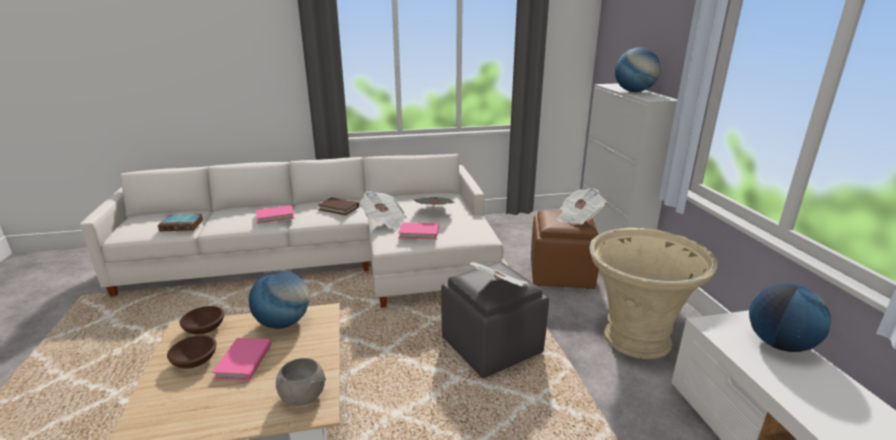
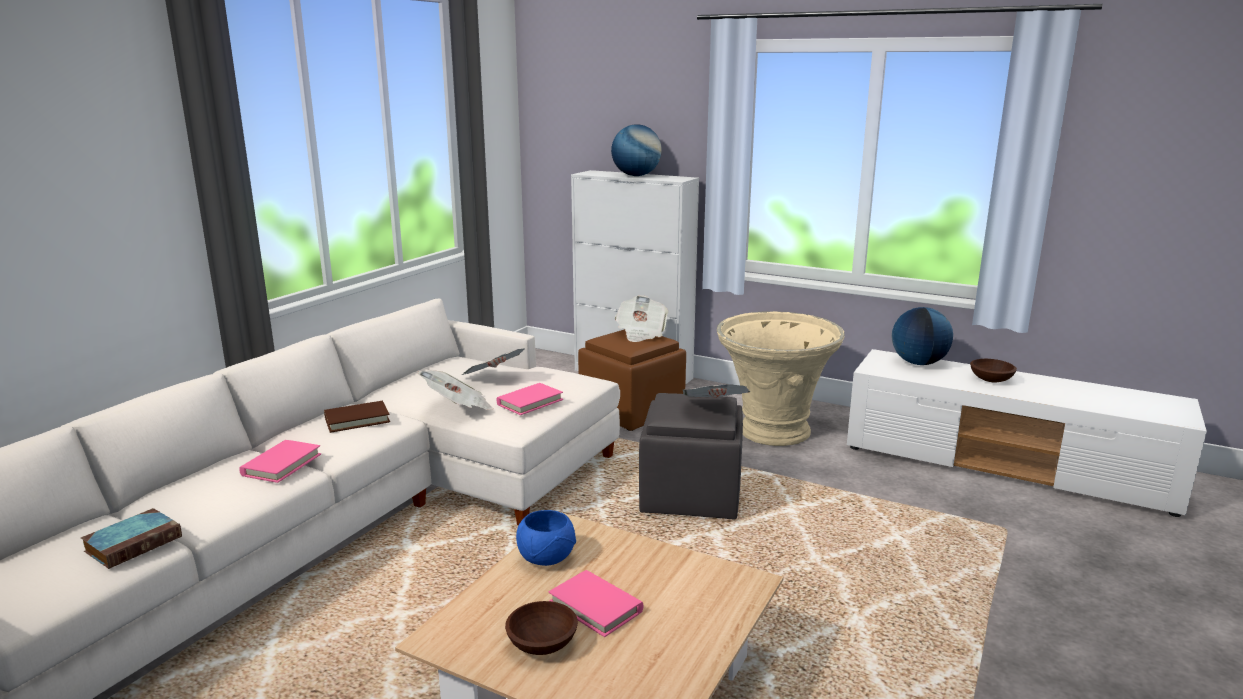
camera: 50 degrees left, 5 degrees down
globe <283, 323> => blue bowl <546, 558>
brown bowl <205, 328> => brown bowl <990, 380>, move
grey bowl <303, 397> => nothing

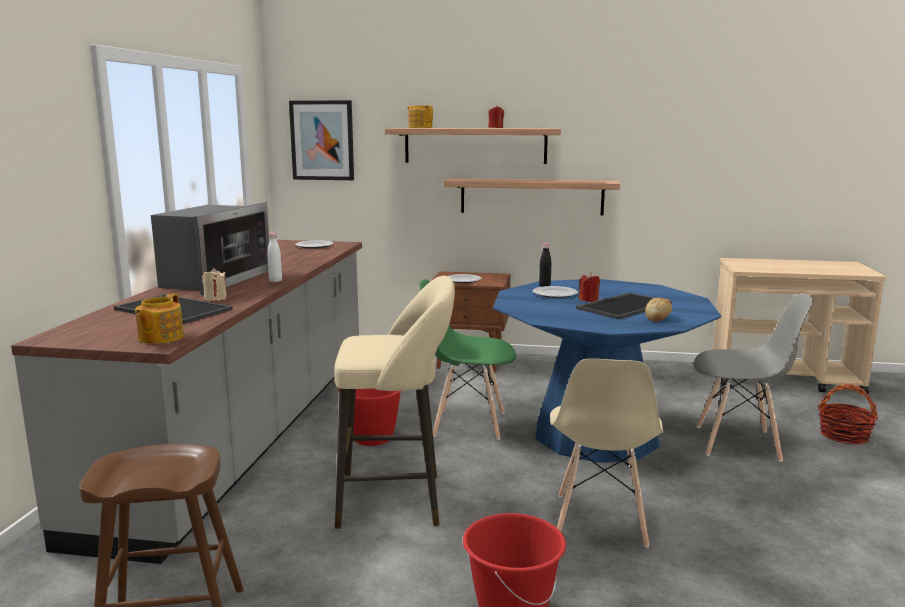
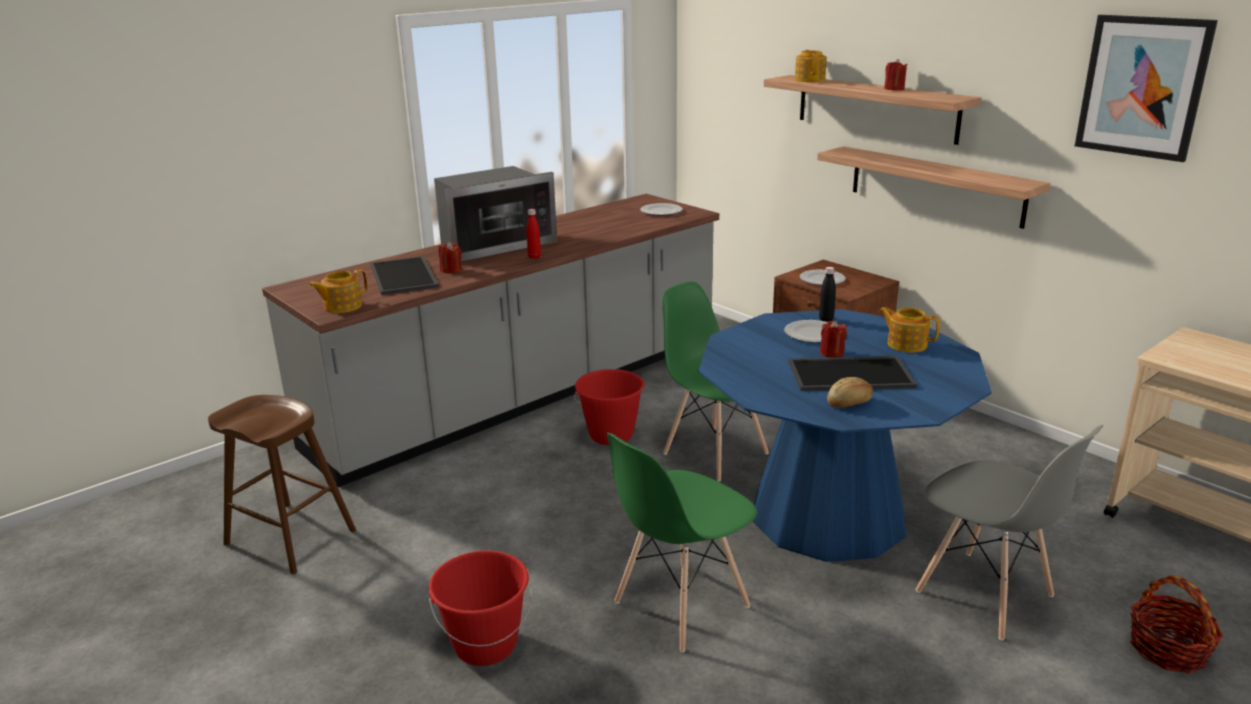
camera: 40 degrees right, 10 degrees up
beige candle <215, 299> => red candle <451, 270>
white bottle <275, 281> => red bottle <534, 257>
beige chair <600, 520> => green chair <681, 605>
nothing => teapot <906, 344>
picture <322, 140> => picture <1142, 87>, move
beige stool <397, 500> => nothing

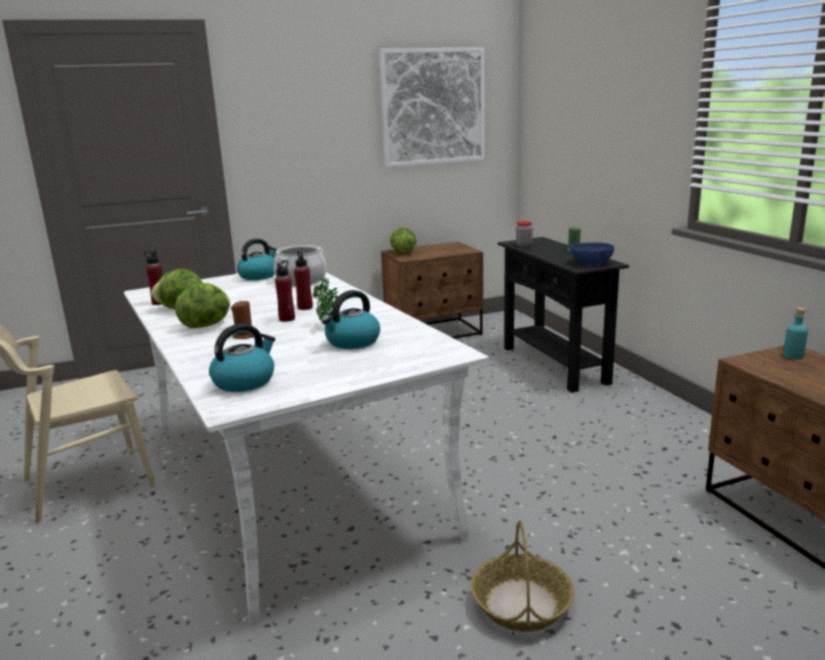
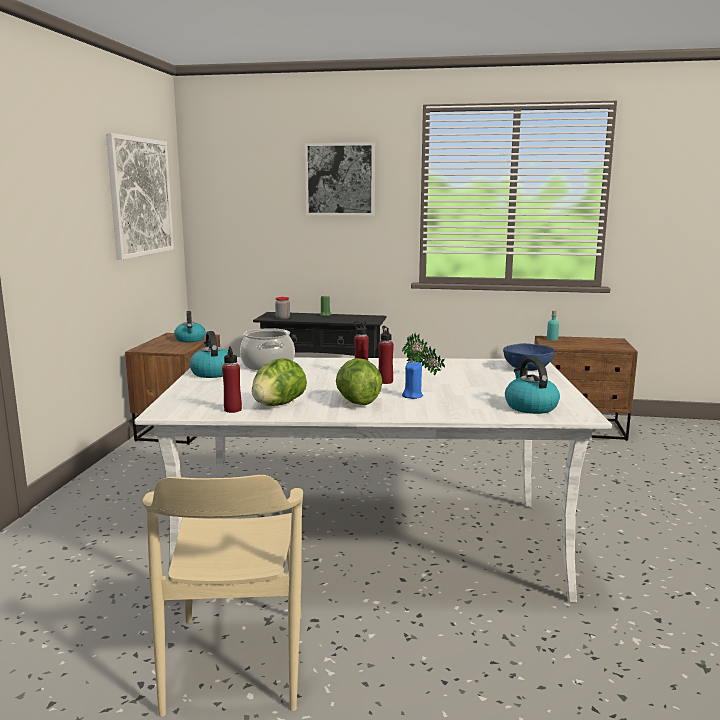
camera: 60 degrees left, 5 degrees down
kettle <352, 342> => kettle <190, 340>, move
nothing => picture <340, 179>
brown candle <245, 336> => blue candle <412, 396>
blue bowl <591, 263> => blue bowl <528, 368>, move
lettuce <402, 253> => nothing
basket <522, 604> => nothing

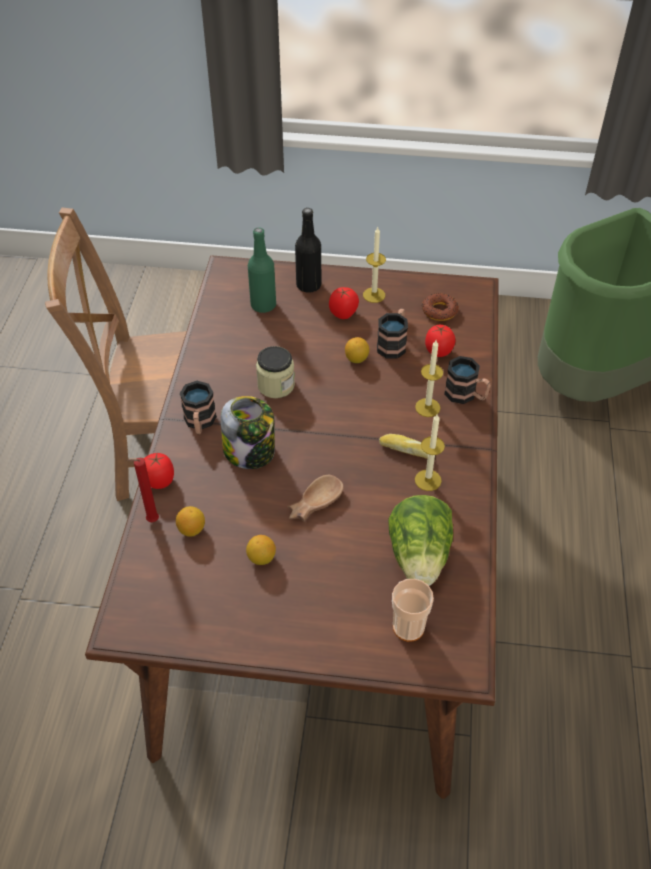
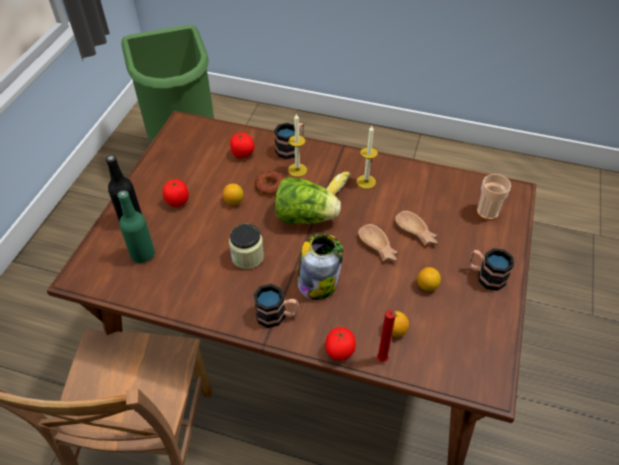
camera: 80 degrees left, 0 degrees up
donut <439, 310> => donut <270, 185>, move
lettuce <419, 557> => lettuce <305, 217>, move
nothing => brown bowl <415, 233>
mug <393, 343> => mug <485, 276>, move
candle <374, 295> => nothing

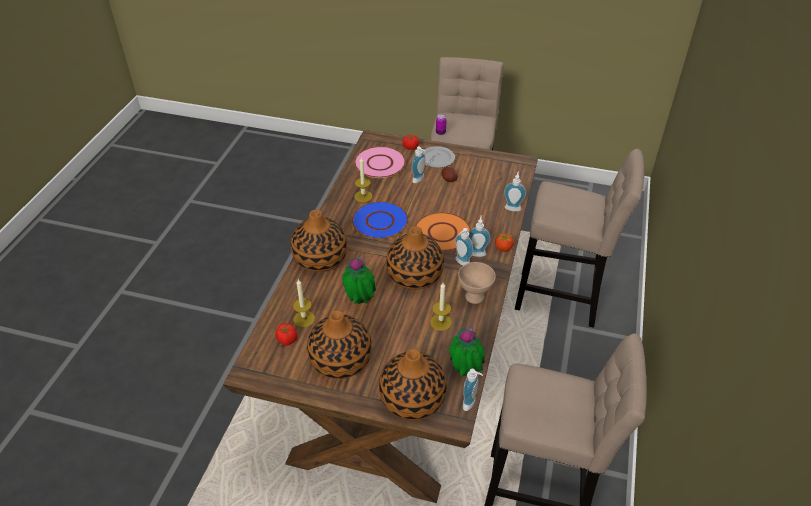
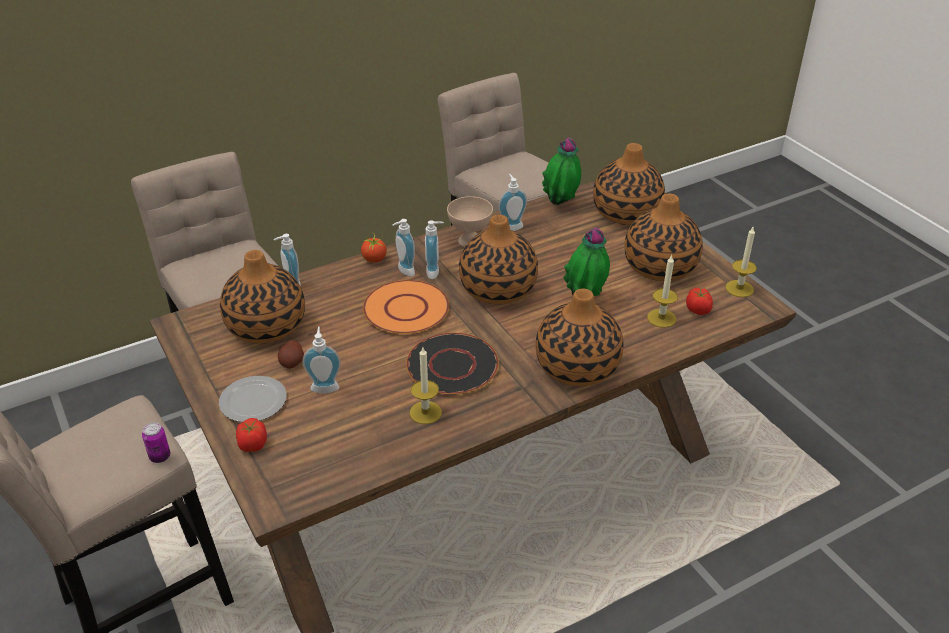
camera: 135 degrees left, 5 degrees down
nothing => vase <267, 326>
blue plate <380, 221> => black plate <452, 366>
soap dispenser <471, 403> => soap dispenser <511, 226>, move
candle <441, 322> => candle <739, 288>, move
pink plate <380, 163> => nothing

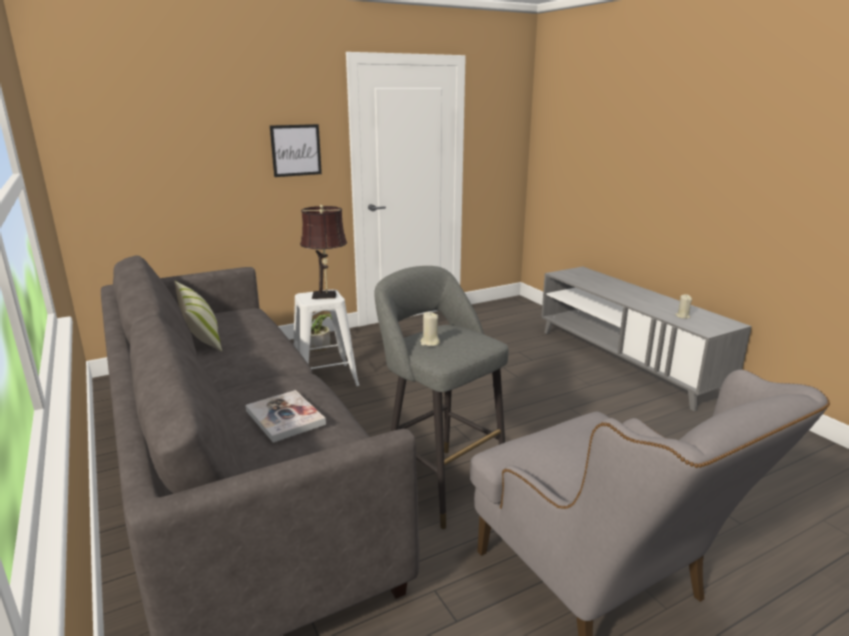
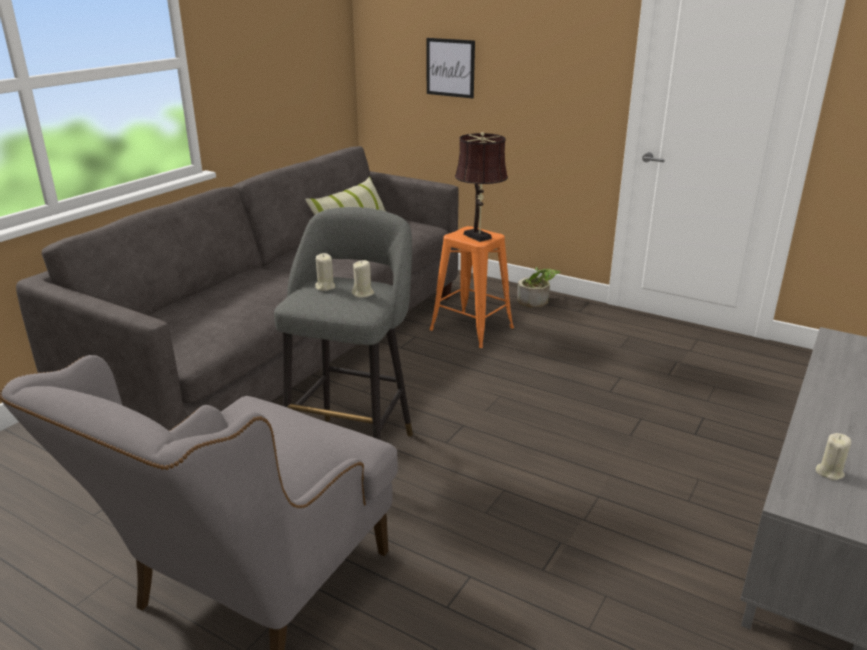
camera: 60 degrees right, 5 degrees up
nothing => beige candle <363, 294>
picture <296, 150> => picture <450, 67>, move
white stool <325, 379> => orange stool <471, 329>
book <285, 417> => nothing

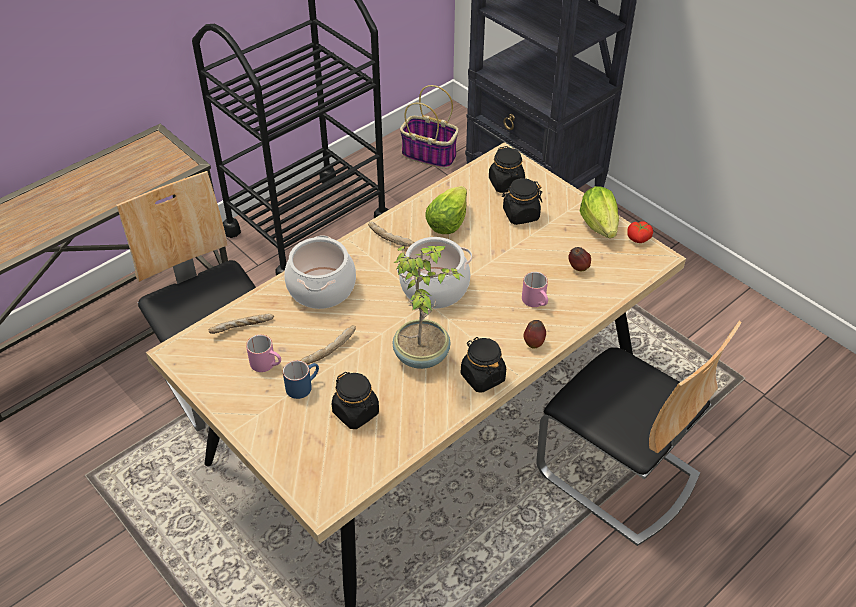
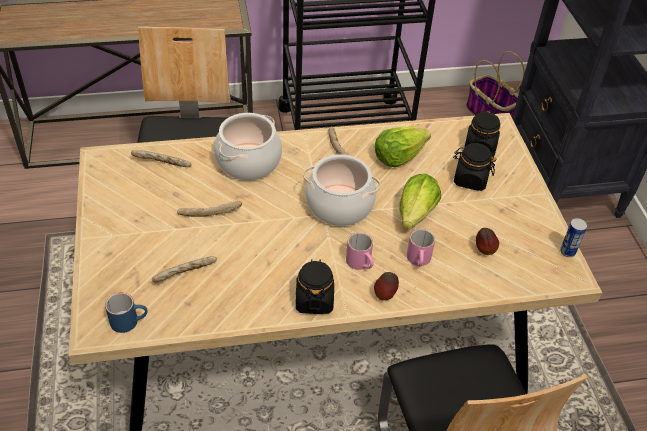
camera: 30 degrees right, 0 degrees up
blue mug <303, 385> => blue mug <129, 321>, move
black jar <356, 412> => bread <185, 274>
pink mug <267, 364> => pink mug <361, 263>, move
lettuce <599, 225> => lettuce <416, 214>, move
tomato <638, 238> => can <567, 252>
potted plant <422, 354> => nothing

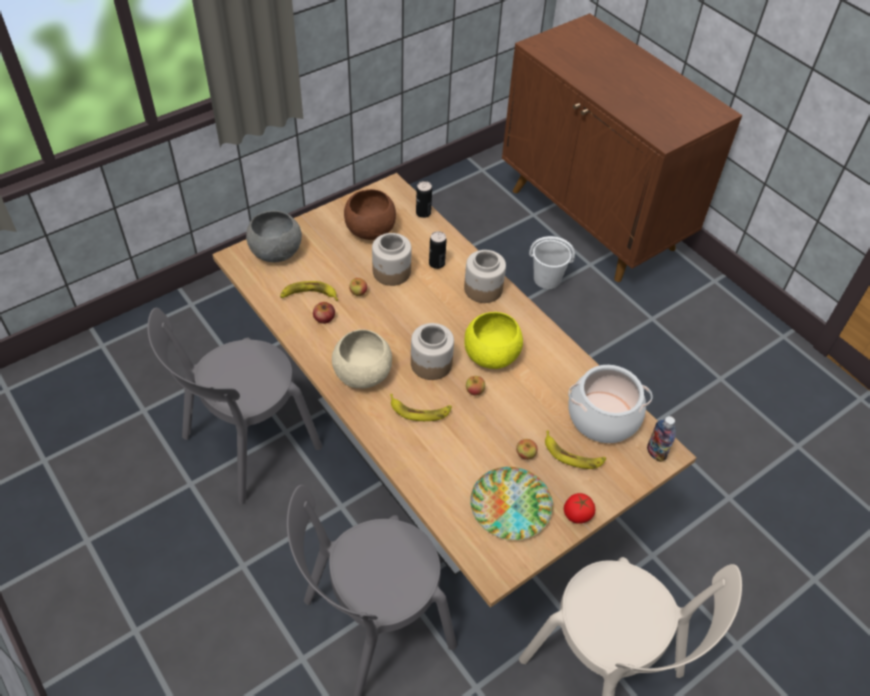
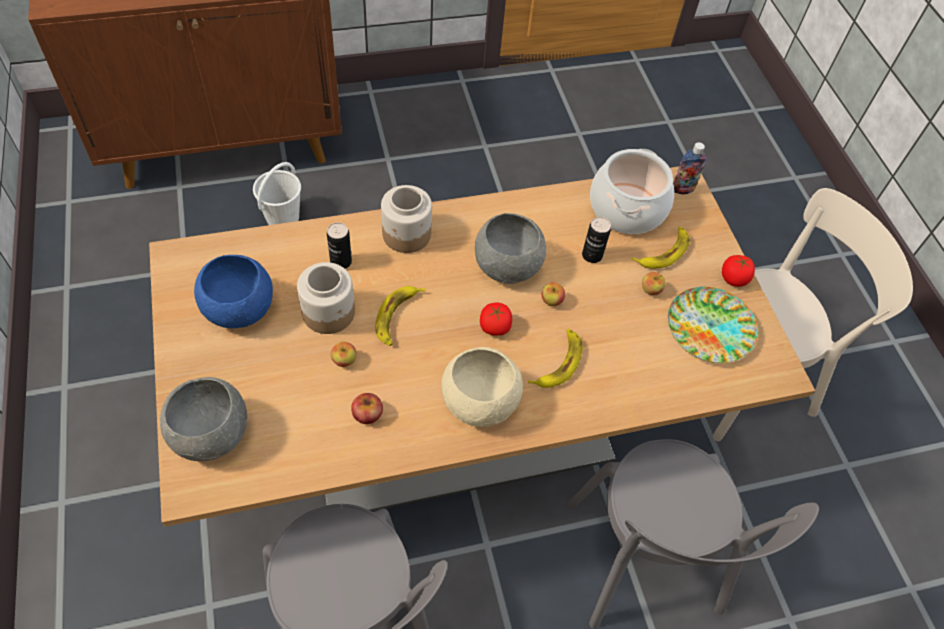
camera: 70 degrees left, 5 degrees up
brown bowl <371, 229> => blue bowl <239, 307>
banana <309, 295> => banana <397, 317>, move
yellow bowl <490, 355> => grey bowl <507, 266>
jar <430, 363> => tomato <494, 327>
can <423, 213> => can <592, 255>, move

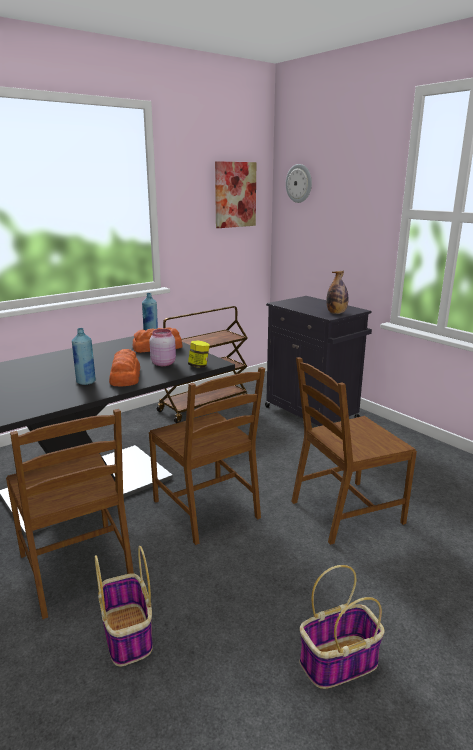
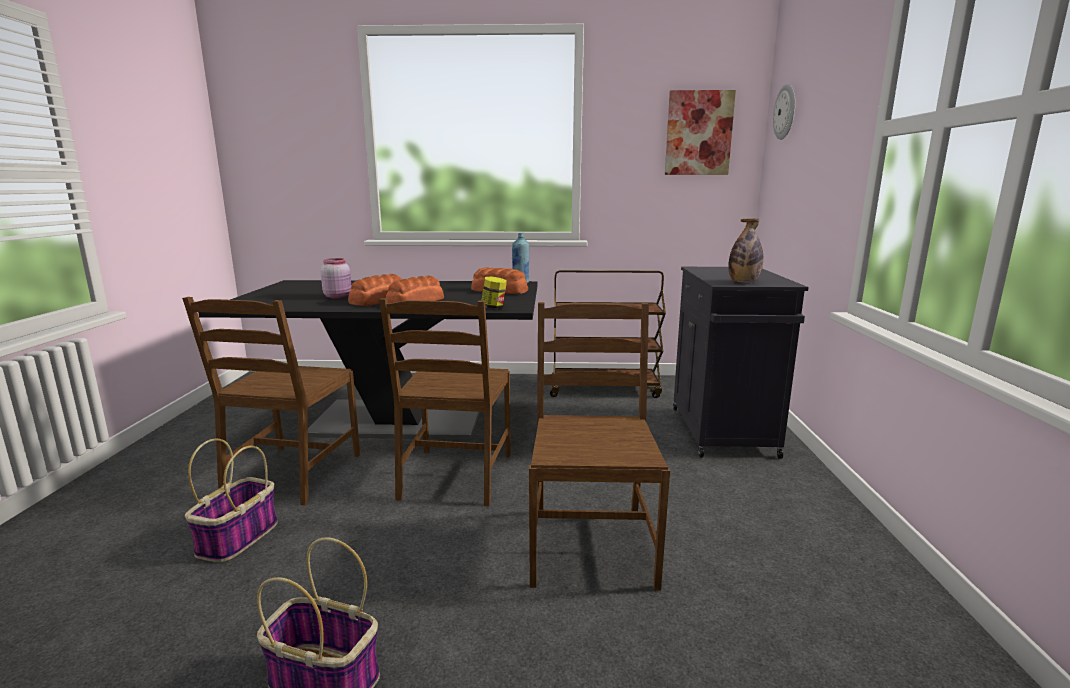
camera: 40 degrees right, 5 degrees down
pink jar <163, 363> => pink jar <338, 296>, move
blue bottle <86, 382> => bread <378, 300>
brown chair <345, 512> => brown chair <589, 544>, 75 degrees clockwise

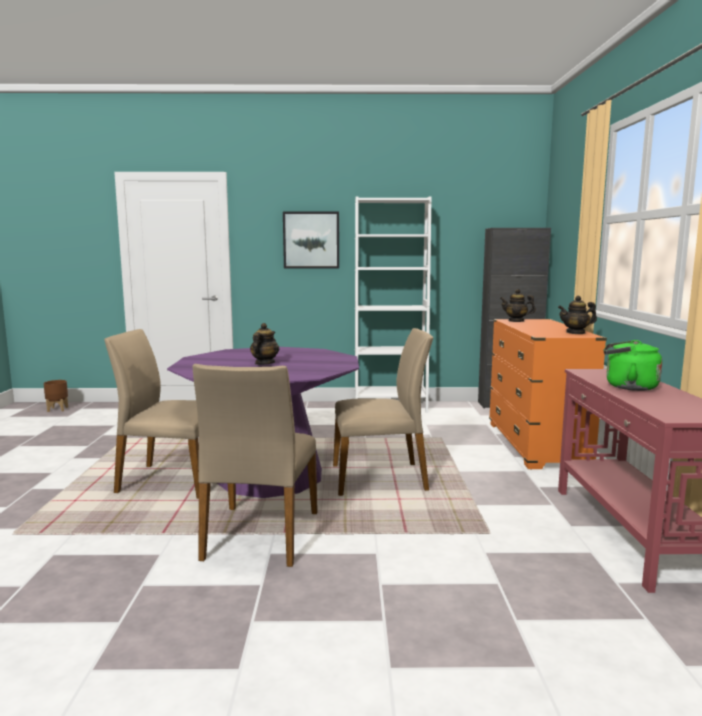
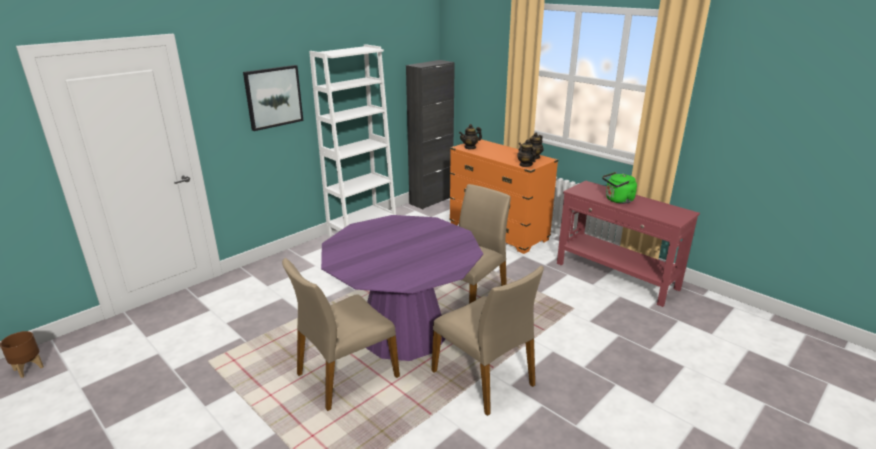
camera: 45 degrees left, 15 degrees up
teapot <264, 363> => teapot <525, 165>, move

